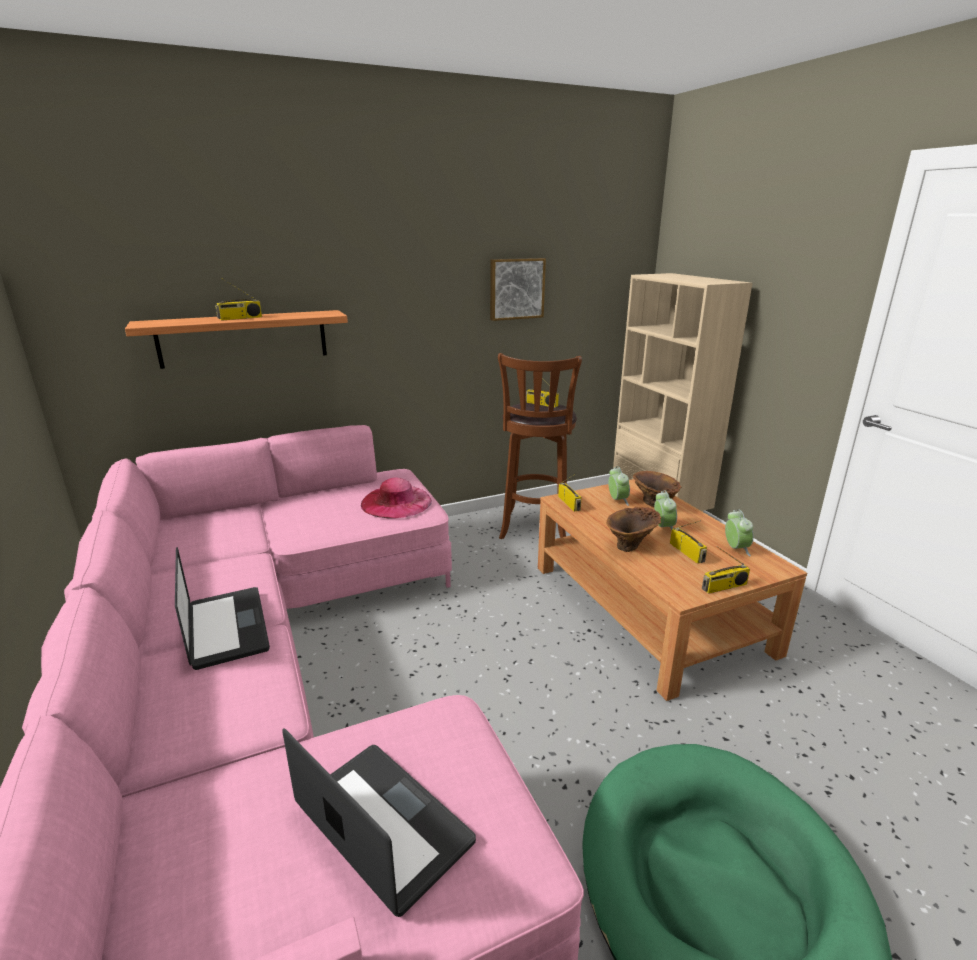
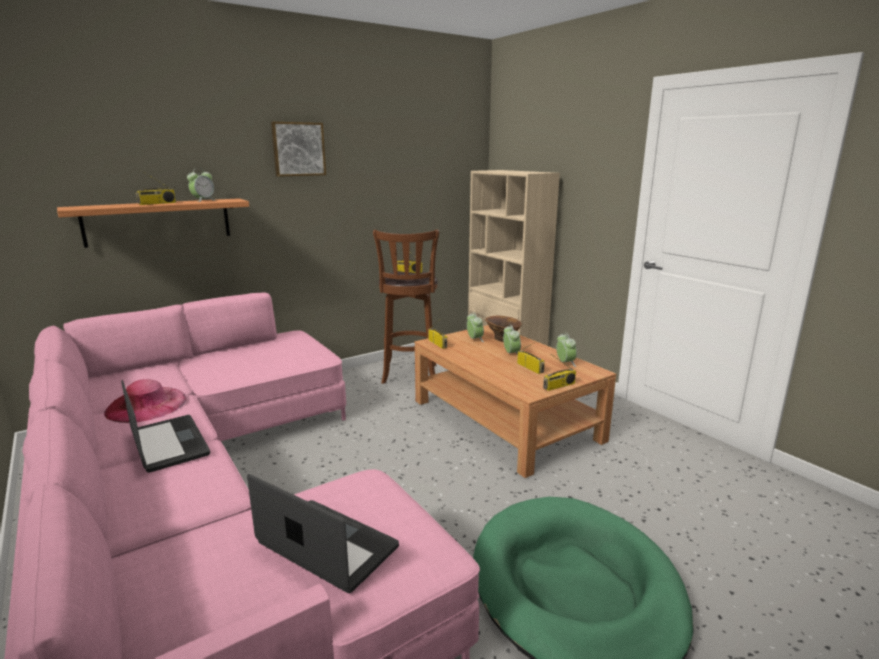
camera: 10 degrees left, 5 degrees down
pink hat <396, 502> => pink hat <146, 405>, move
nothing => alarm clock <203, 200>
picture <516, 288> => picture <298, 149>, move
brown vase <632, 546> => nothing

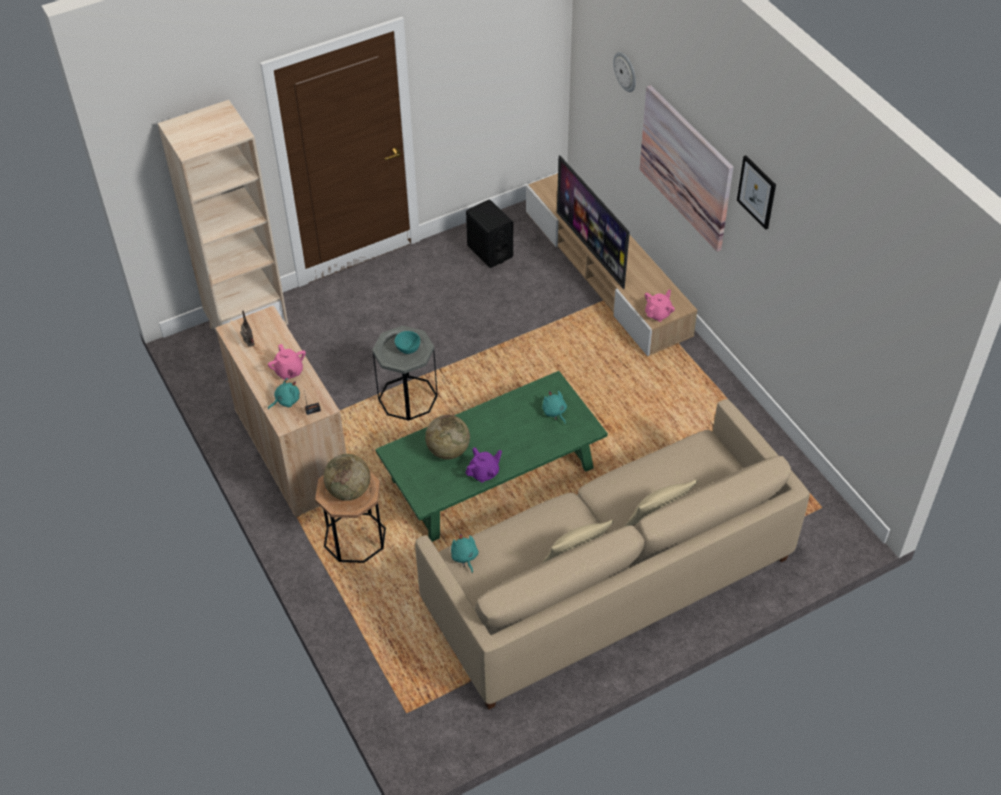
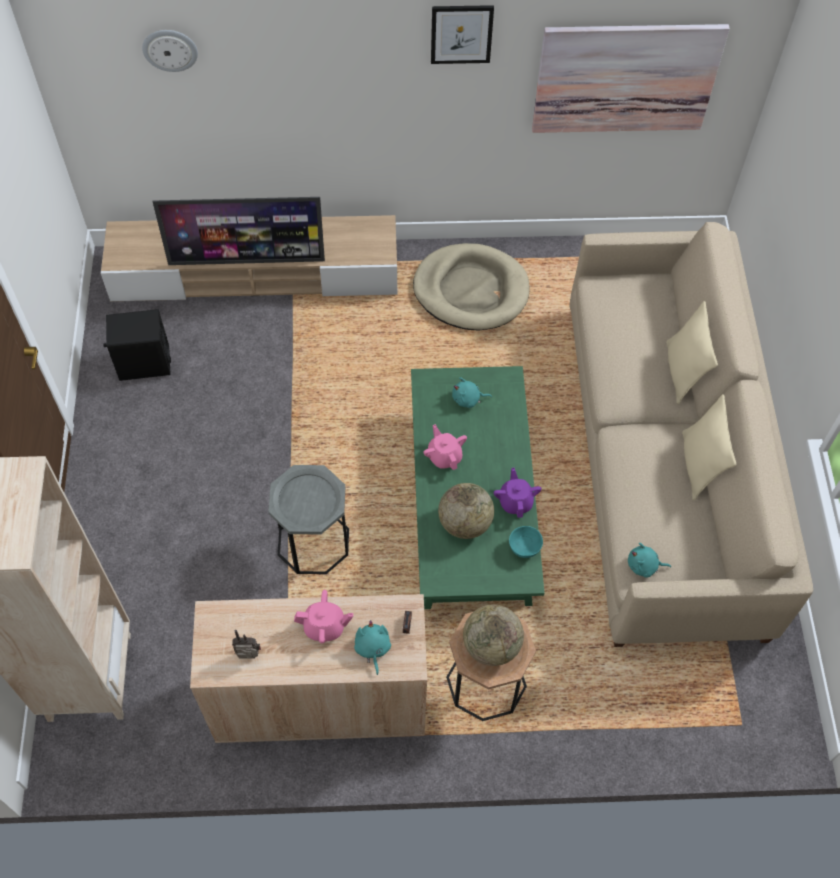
camera: 65 degrees left, 10 degrees up
nothing => beige dog bed <471, 290>
pink teapot <658, 313> => pink teapot <444, 456>, move
turquoise bowl <408, 349> => turquoise bowl <524, 548>, move
picture <686, 167> => picture <625, 78>, move

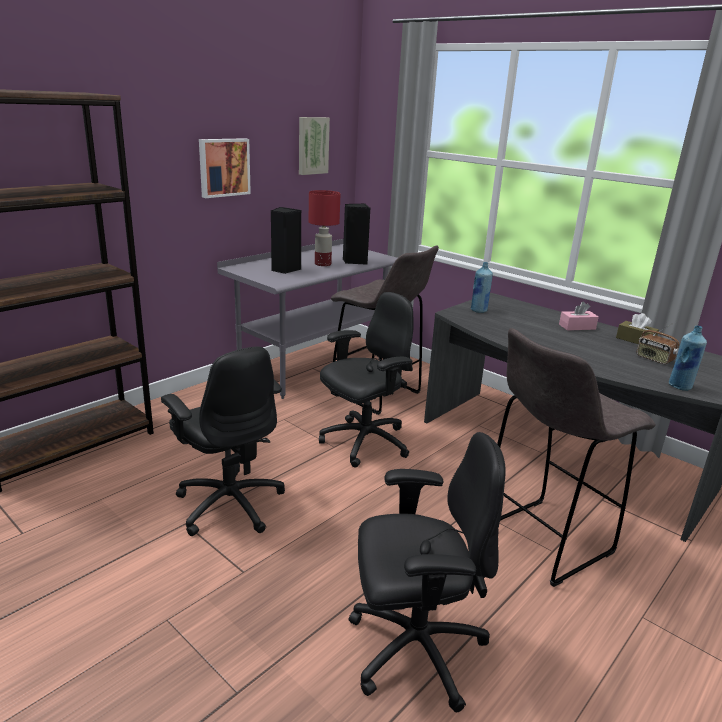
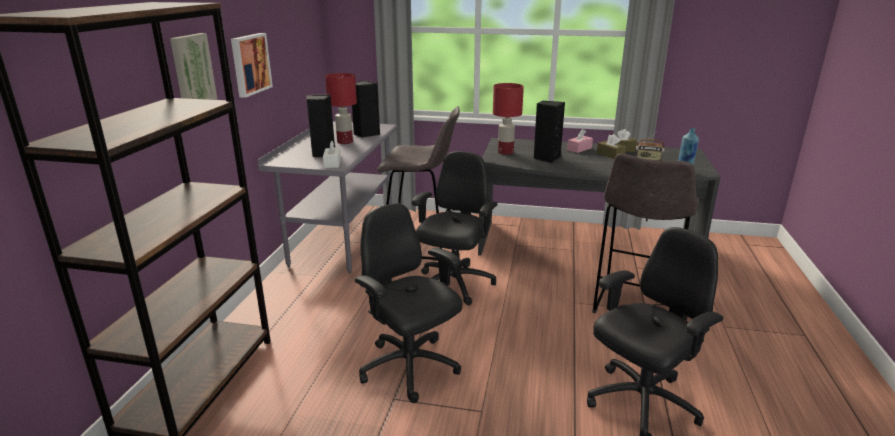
camera: 30 degrees left, 0 degrees up
picture <312, 145> => picture <192, 73>, move
nothing => white tissue box <332, 163>
black office chair <230, 503> => black office chair <410, 369>, 150 degrees counterclockwise
blue bottle <479, 310> => red table lamp <505, 152>
nothing => black speaker <546, 158>
nothing => brown tissue box <610, 155>

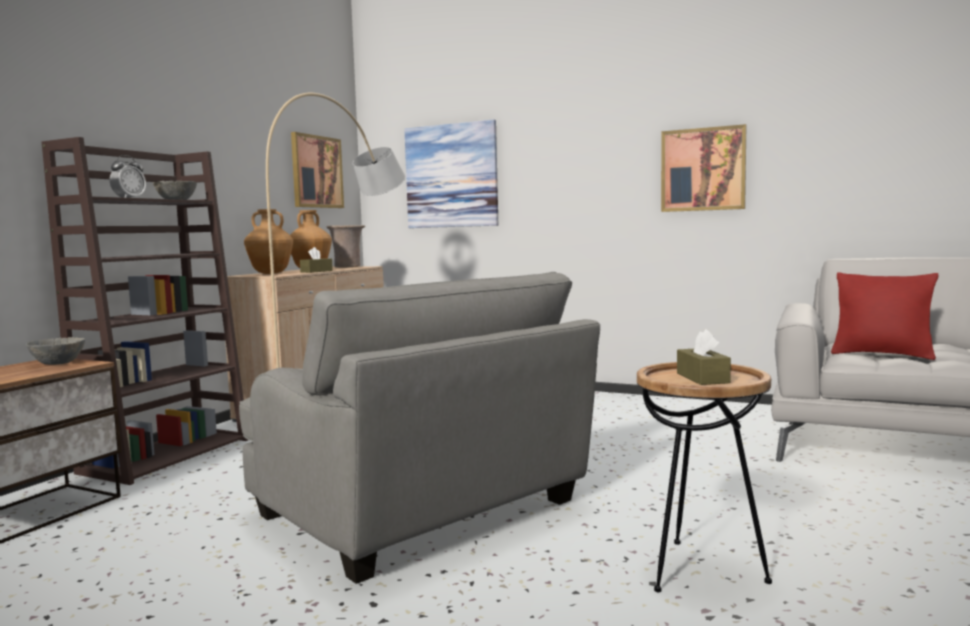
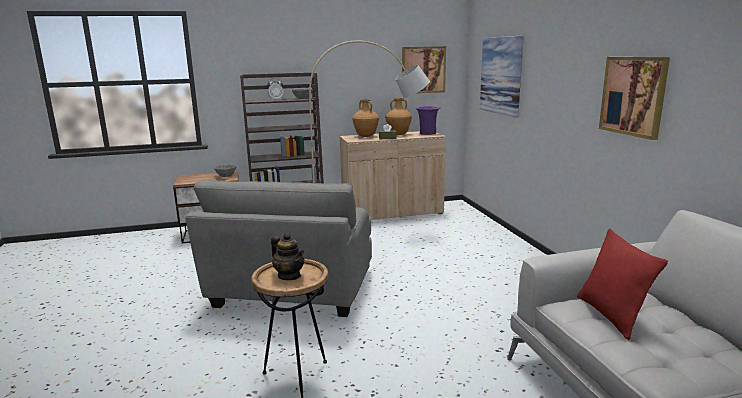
camera: 50 degrees right, 10 degrees up
brown tissue box <702, 378> => teapot <289, 276>
beige vase <348, 267> => purple vase <428, 133>

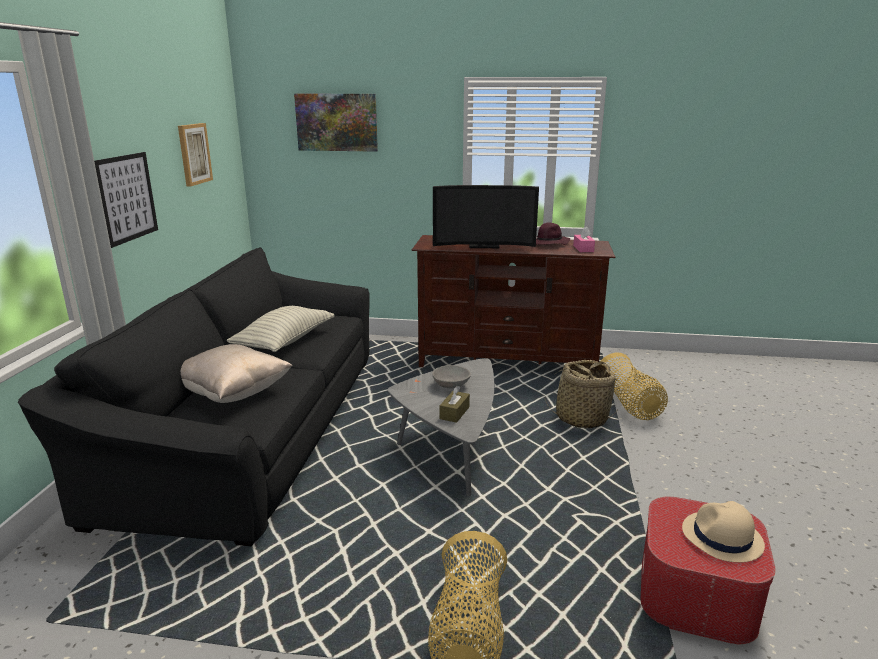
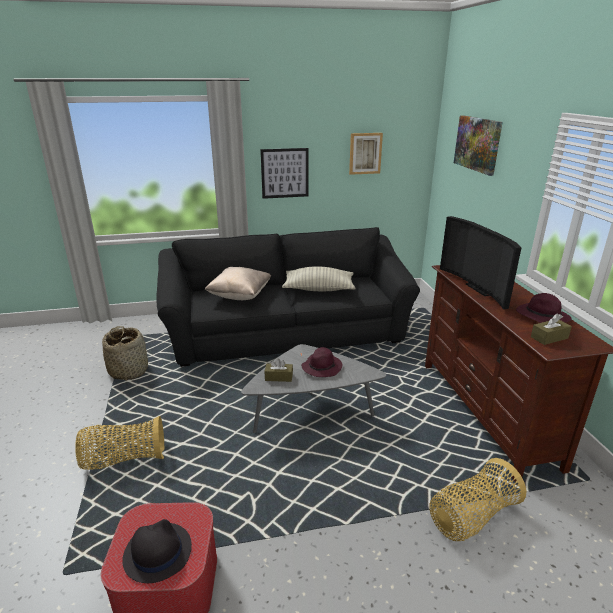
camera: 70 degrees right, 5 degrees up
basket <581, 418> => basket <129, 370>, move
beige hat <721, 538> => black hat <157, 552>
grey bowl <451, 385> => purple hat <322, 367>
pink tissue box <583, 249> => brown tissue box <549, 337>

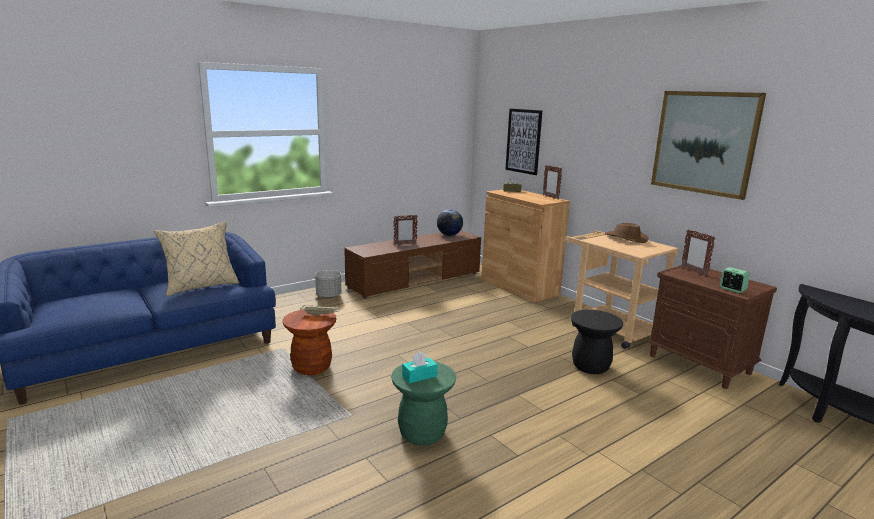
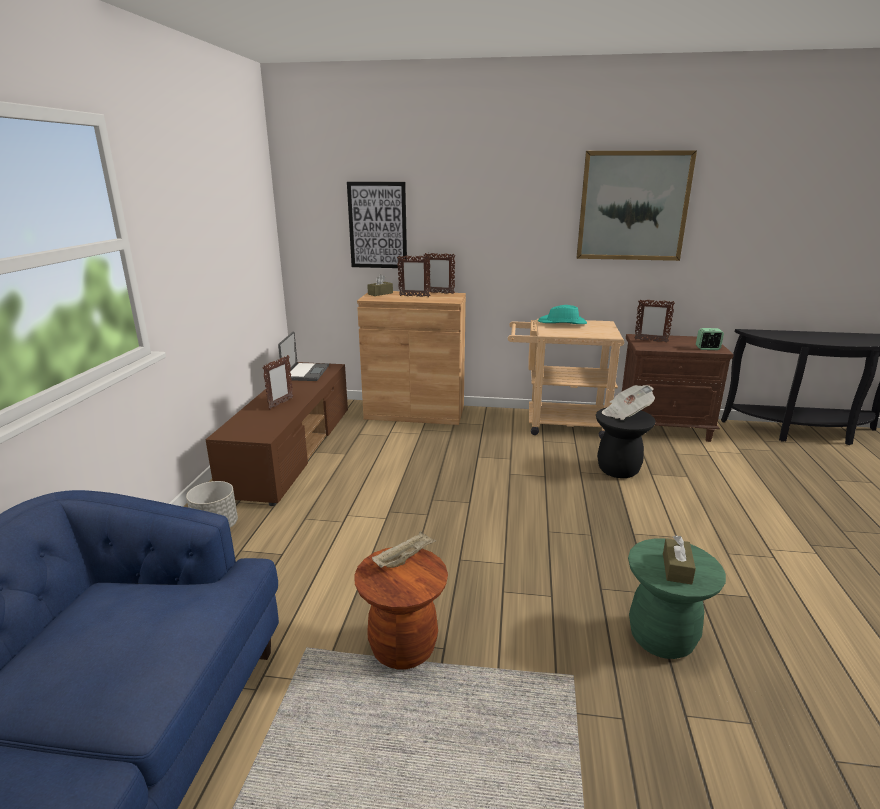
camera: 45 degrees left, 5 degrees up
globe <449, 235> => laptop <305, 373>
nothing => picture frame <414, 296>
brown hat <625, 238> => turquoise hat <562, 323>
nothing => newspaper <626, 414>
turquoise tissue box <419, 376> => brown tissue box <676, 568>
beige pillow <200, 286> => nothing

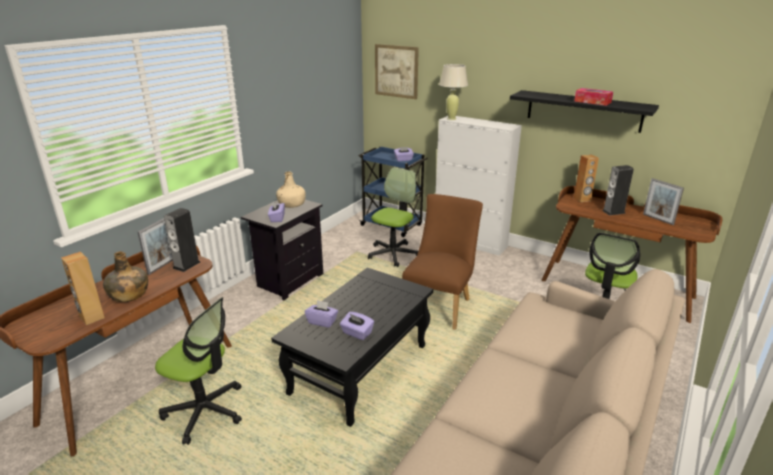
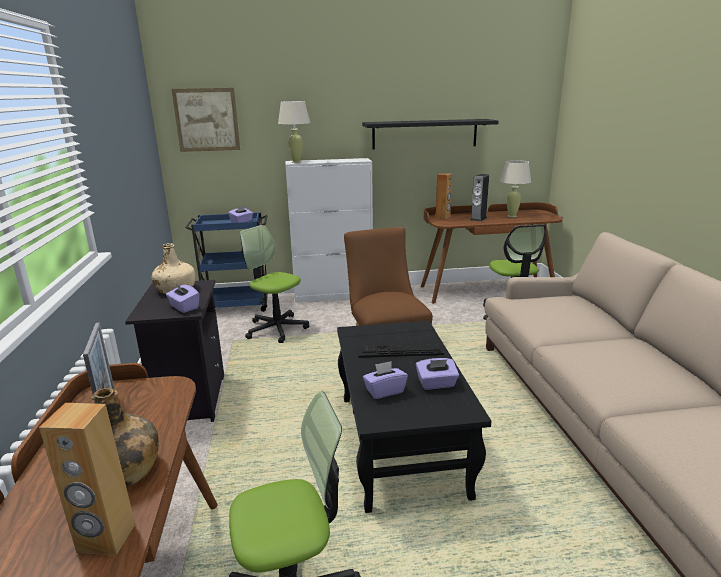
camera: 40 degrees left, 5 degrees down
office chair <393, 254> => office chair <276, 329>, 45 degrees counterclockwise
nothing => keyboard <400, 350>
picture frame <658, 219> => beige table lamp <512, 216>
speaker <186, 265> => nothing
tissue box <592, 102> => nothing

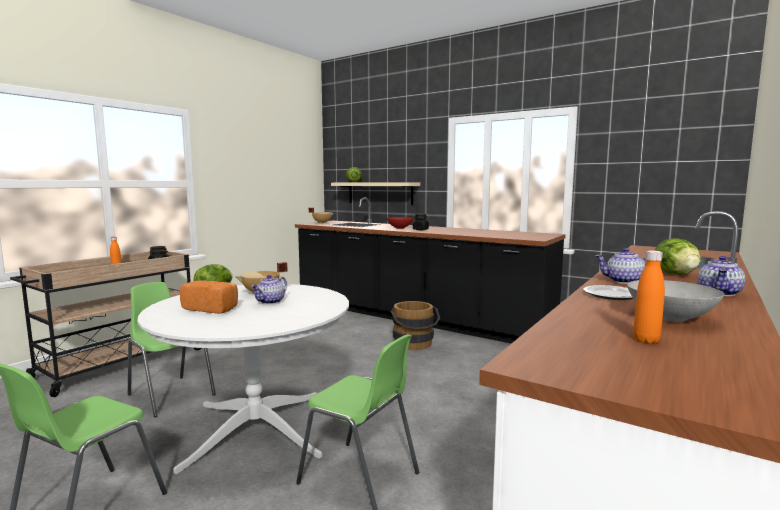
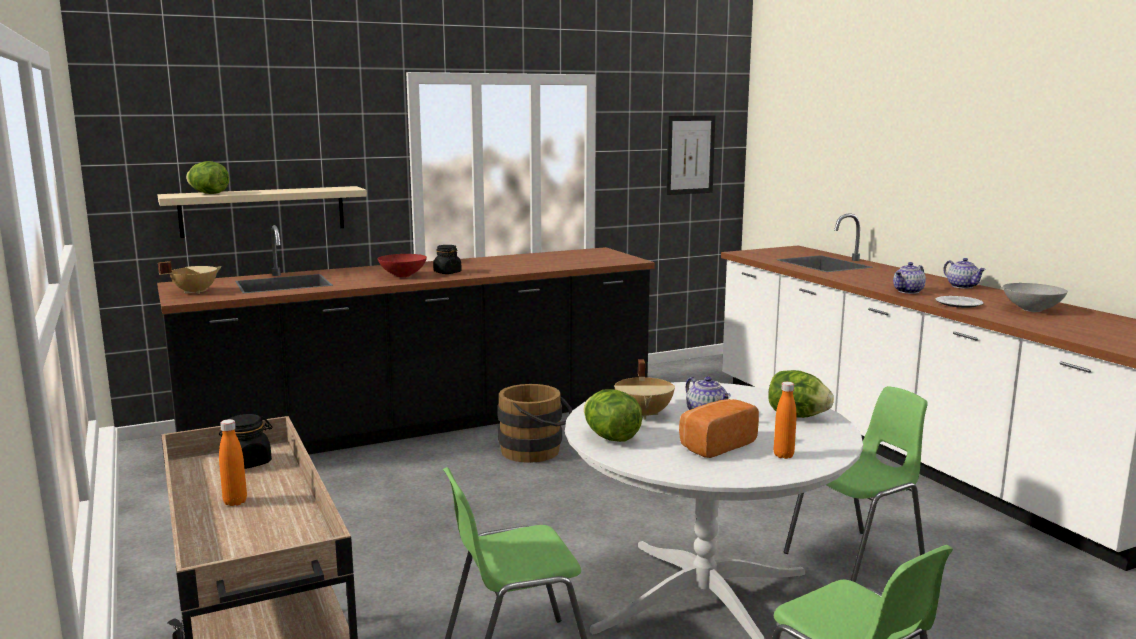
camera: 60 degrees left, 5 degrees up
nothing => picture <690, 155>
lettuce <676, 274> => lettuce <797, 416>, move
orange bottle <646, 340> => orange bottle <783, 455>, move

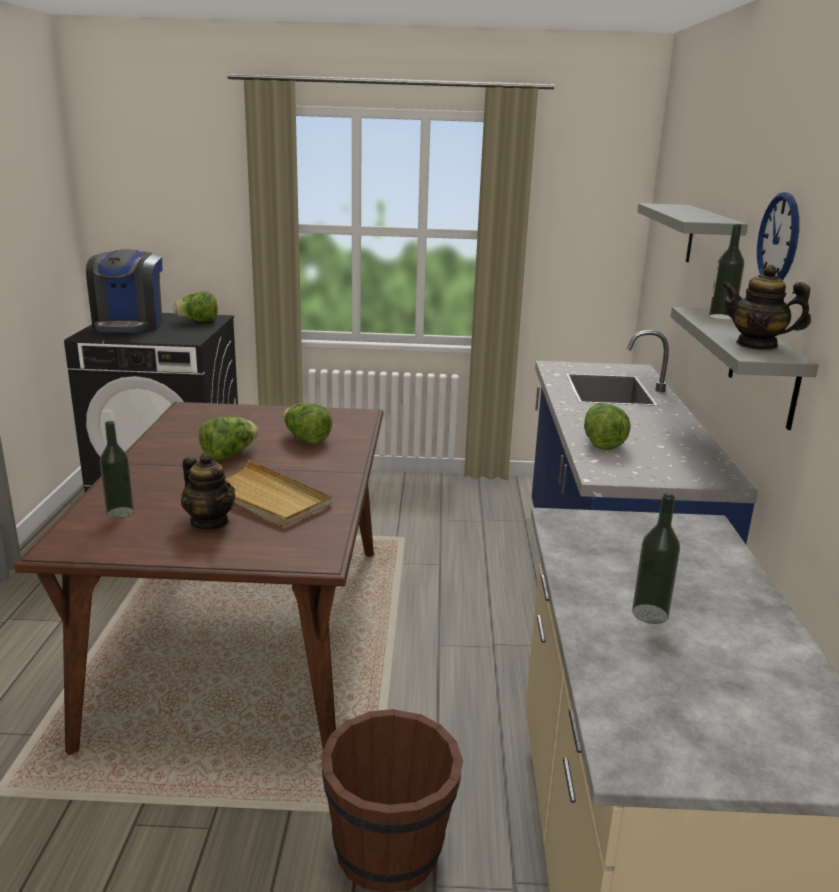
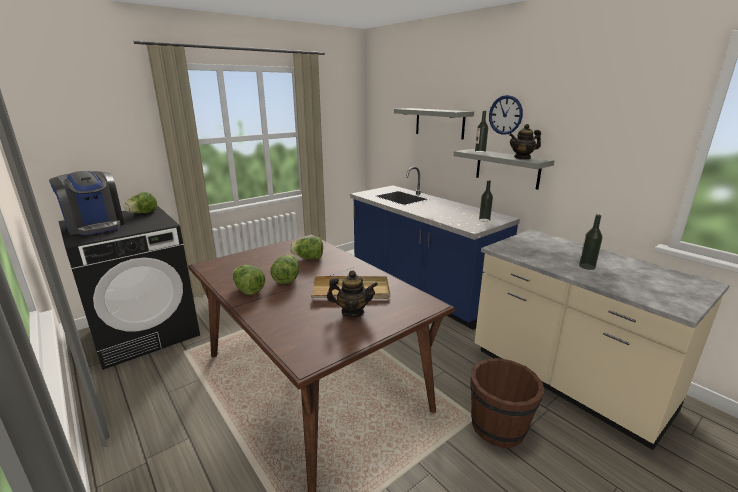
camera: 40 degrees left, 0 degrees up
lettuce <601, 443> => lettuce <248, 290>, move
bottle <120, 513> => bottle <484, 220>, move

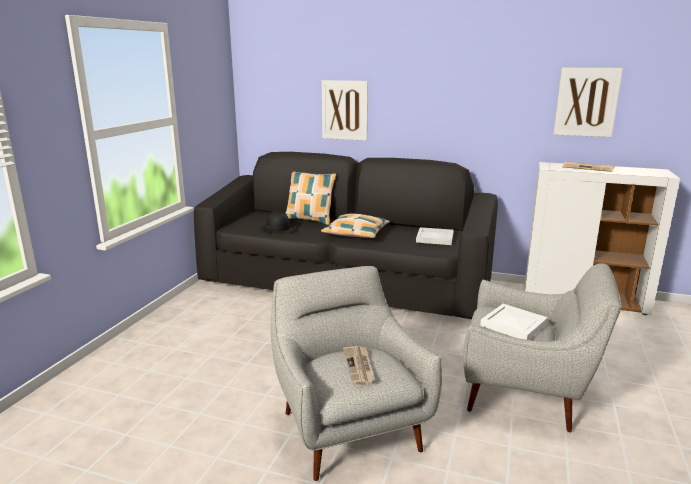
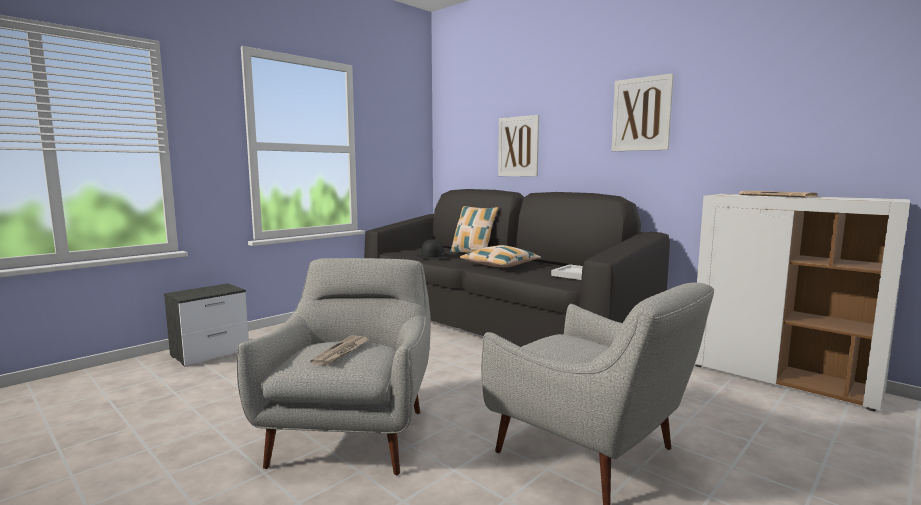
camera: 25 degrees right, 10 degrees down
nothing => nightstand <211, 353>
picture <586, 102> => picture <641, 114>, move
white tray <512, 324> => nothing

